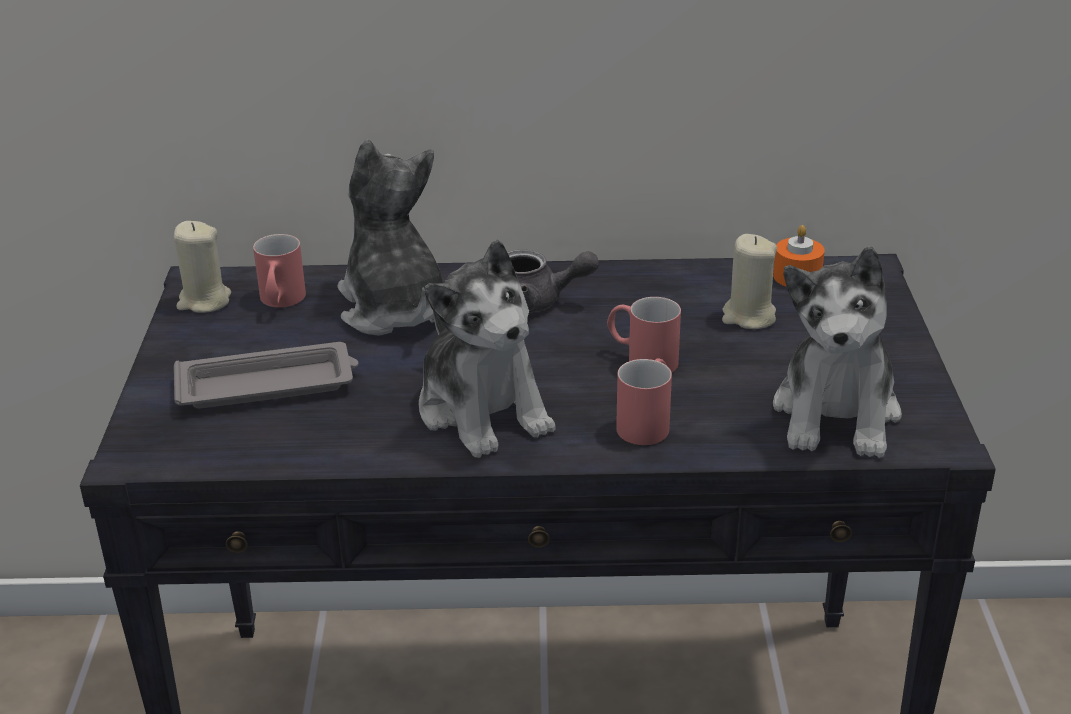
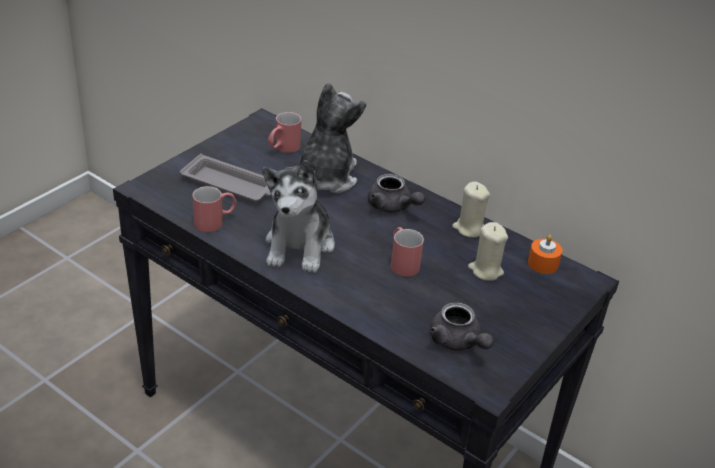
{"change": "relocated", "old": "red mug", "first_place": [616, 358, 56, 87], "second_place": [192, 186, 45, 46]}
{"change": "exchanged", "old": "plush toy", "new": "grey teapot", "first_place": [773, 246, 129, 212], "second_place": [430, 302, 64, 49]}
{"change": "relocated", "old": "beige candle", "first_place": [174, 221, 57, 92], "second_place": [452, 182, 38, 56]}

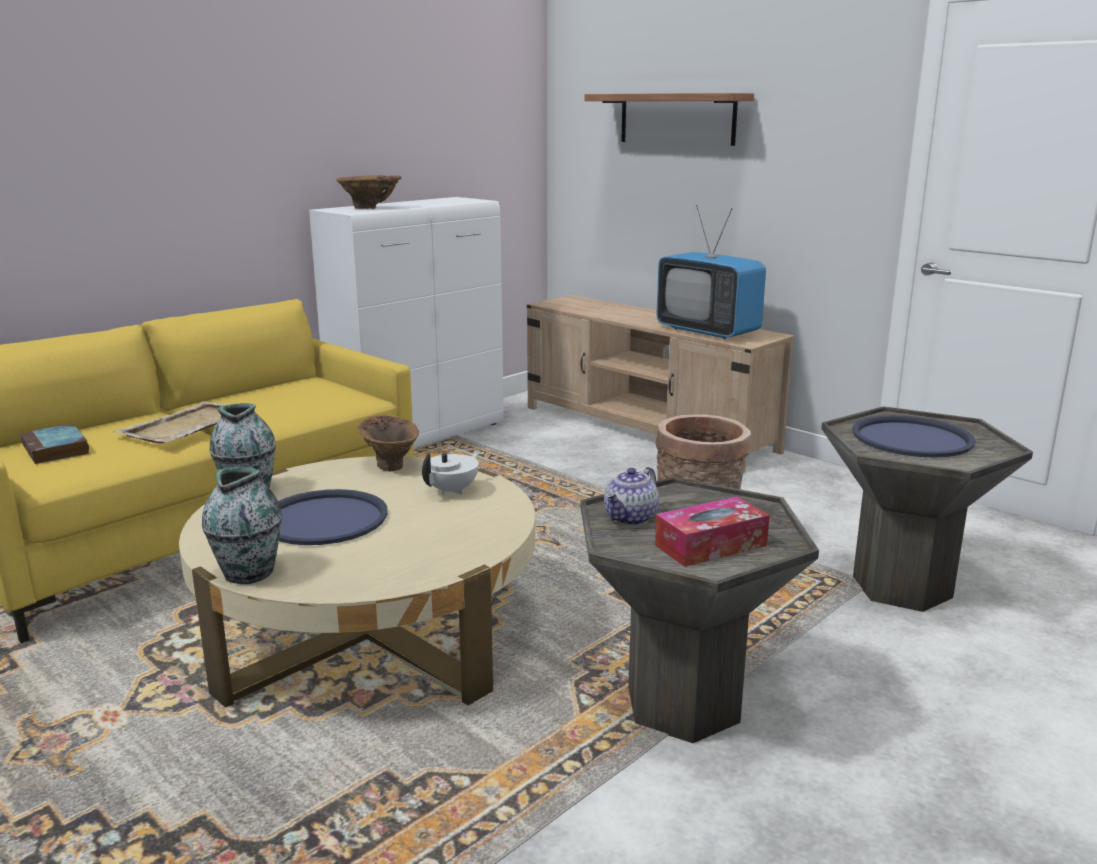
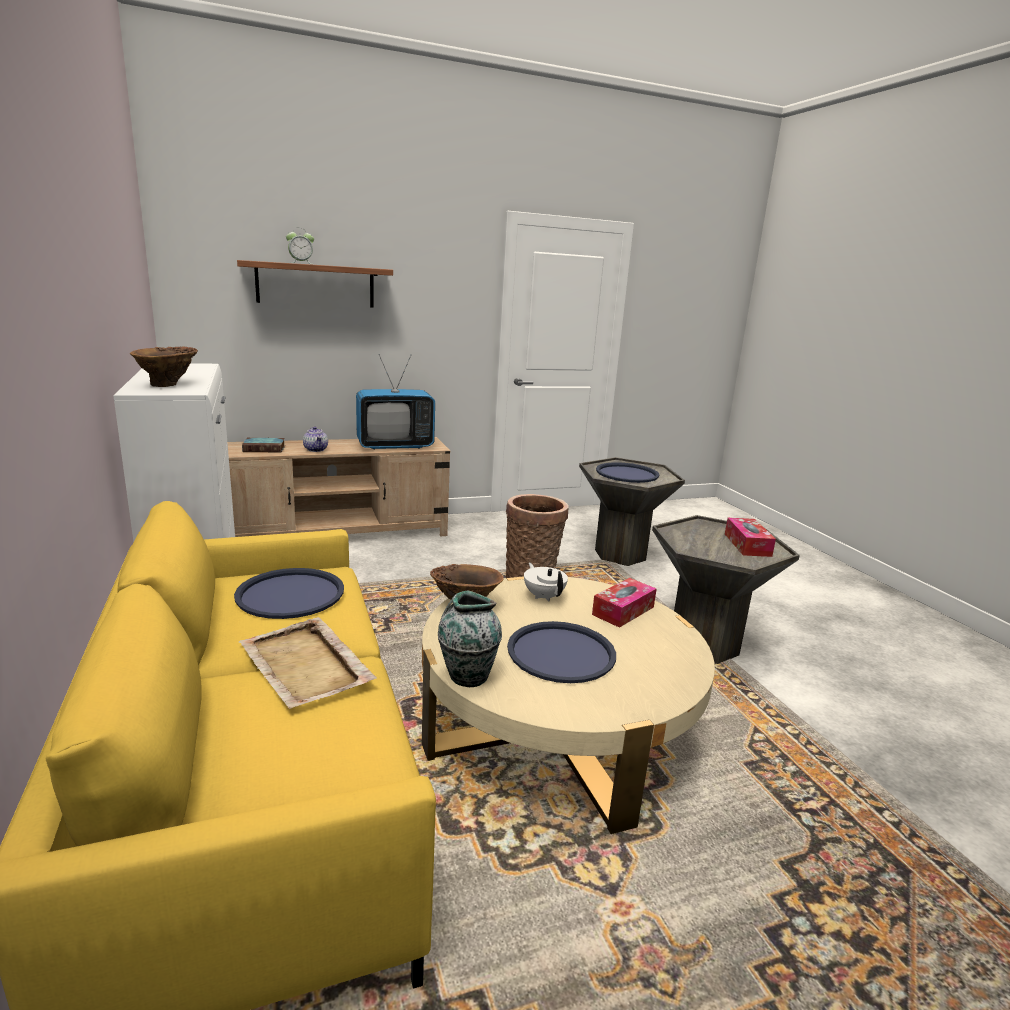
{"change": "appeared", "new": "blue tray", "second_place": [234, 568, 110, 51]}
{"change": "relocated", "old": "book", "first_place": [20, 424, 70, 40], "second_place": [242, 438, 43, 14]}
{"change": "appeared", "new": "alarm clock", "second_place": [286, 228, 28, 36]}
{"change": "relocated", "old": "teapot", "first_place": [604, 467, 55, 59], "second_place": [303, 427, 25, 25]}
{"change": "appeared", "new": "tissue box", "second_place": [592, 578, 64, 50]}
{"change": "missing", "old": "vase", "first_place": [202, 467, 80, 117]}

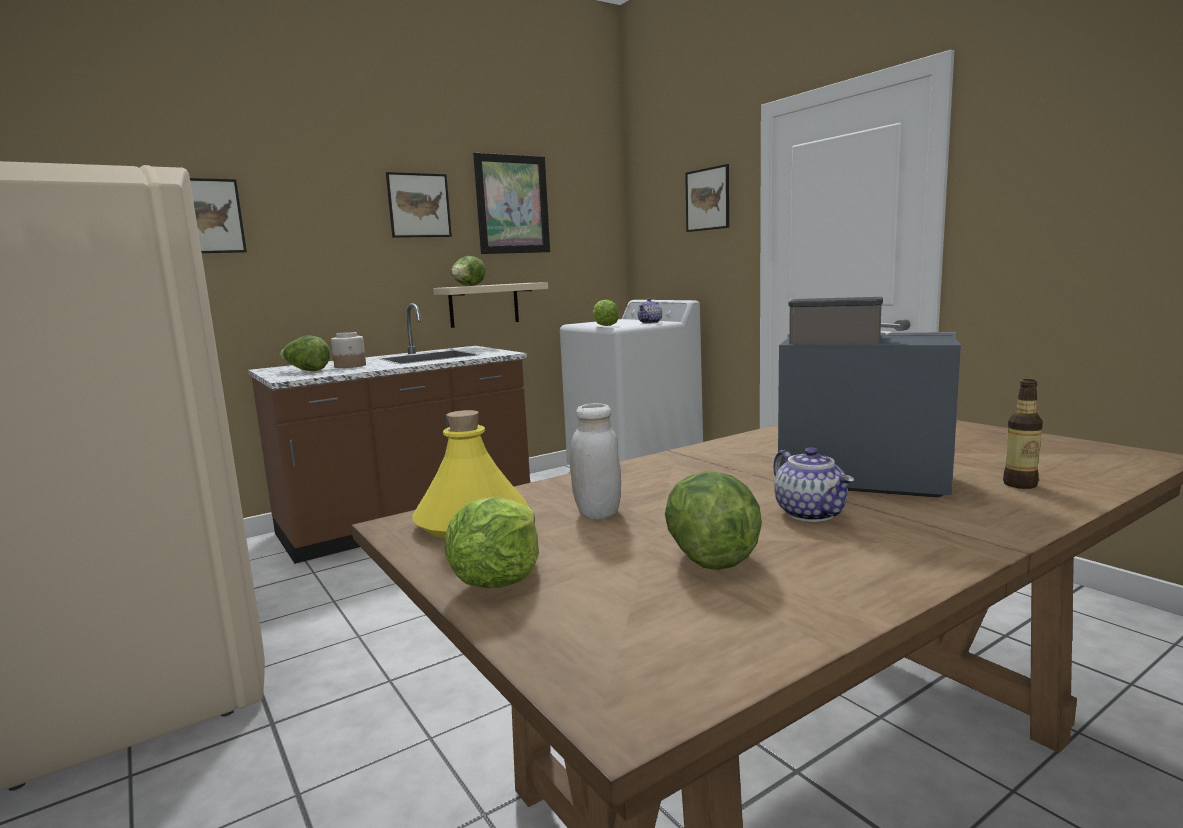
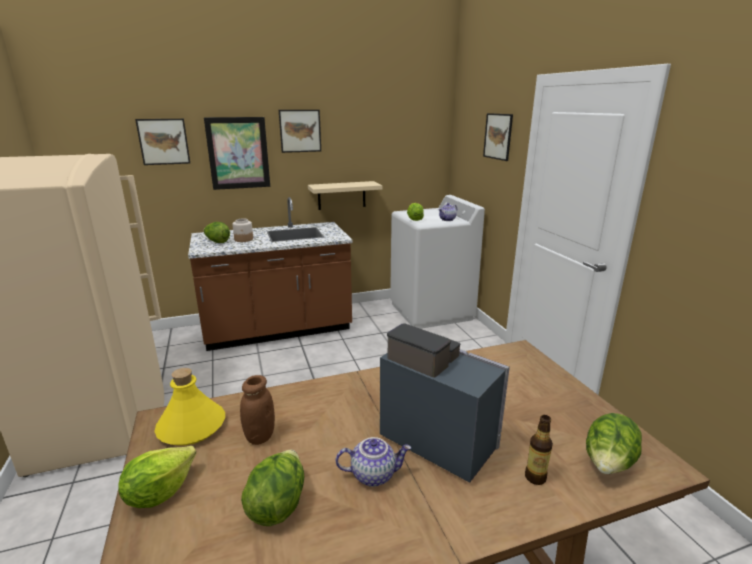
{"change": "relocated", "old": "picture", "first_place": [473, 153, 77, 101], "second_place": [204, 117, 66, 73]}
{"change": "colour", "old": "white jar", "new": "brown jar", "first_place": [570, 403, 51, 116], "second_place": [240, 375, 35, 70]}
{"change": "spun", "old": "teapot", "first_place": [773, 447, 81, 75], "second_place": [336, 437, 75, 50], "degrees": -90}
{"change": "relocated", "old": "lettuce", "first_place": [451, 256, 35, 30], "second_place": [586, 413, 56, 61]}

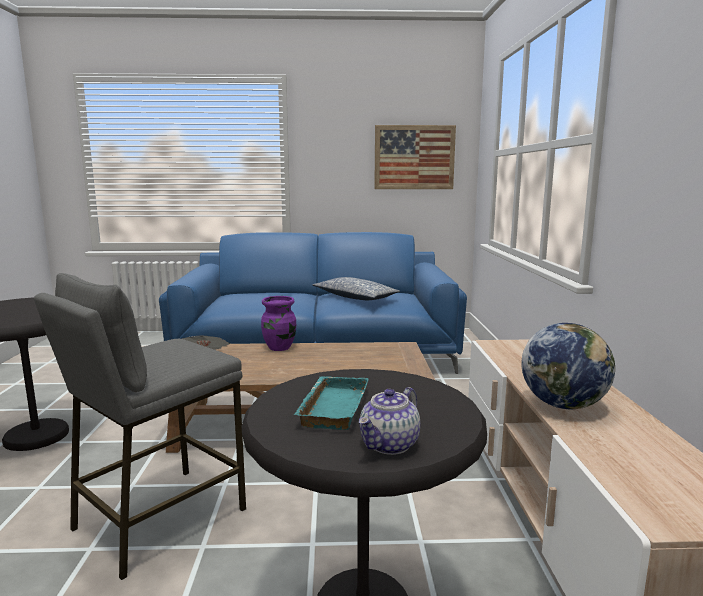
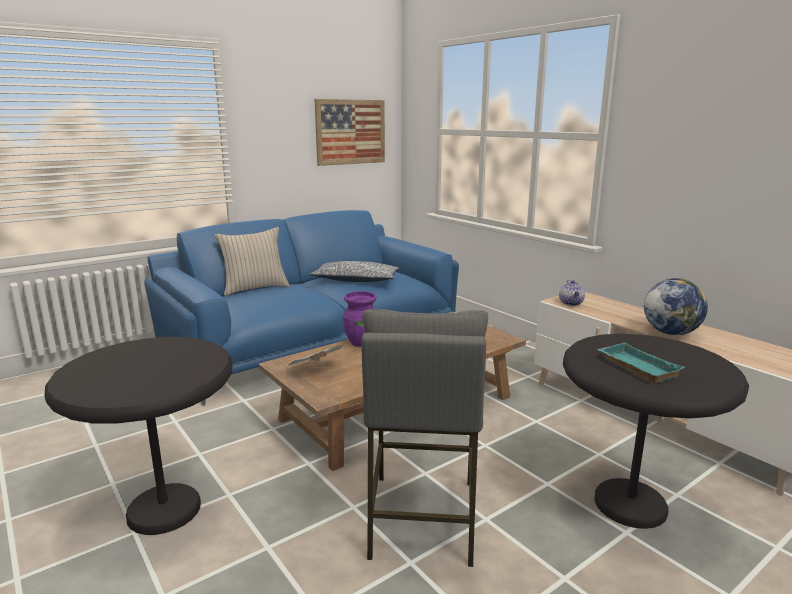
{"change": "appeared", "new": "beige pillow", "second_place": [214, 227, 75, 69]}
{"change": "relocated", "old": "teapot", "first_place": [359, 387, 61, 68], "second_place": [559, 280, 26, 26]}

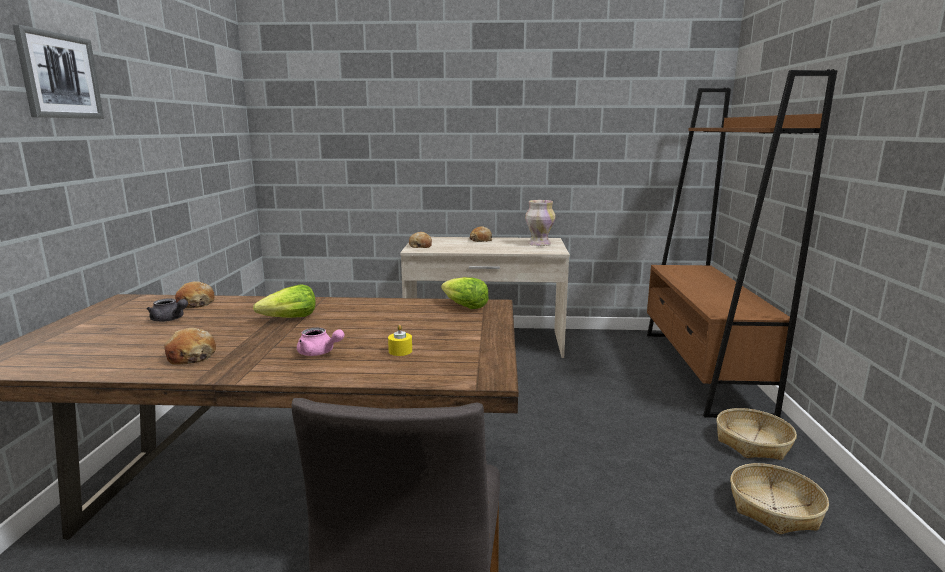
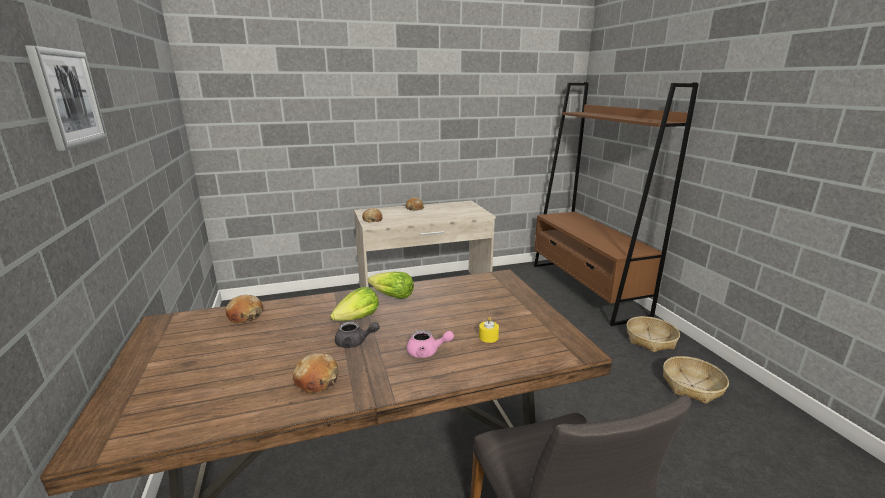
{"change": "relocated", "old": "grey teapot", "first_place": [147, 298, 41, 24], "second_place": [335, 321, 45, 27]}
{"change": "relocated", "old": "lettuce", "first_place": [441, 277, 48, 32], "second_place": [368, 272, 46, 27]}
{"change": "missing", "old": "vase", "first_place": [525, 200, 30, 46]}

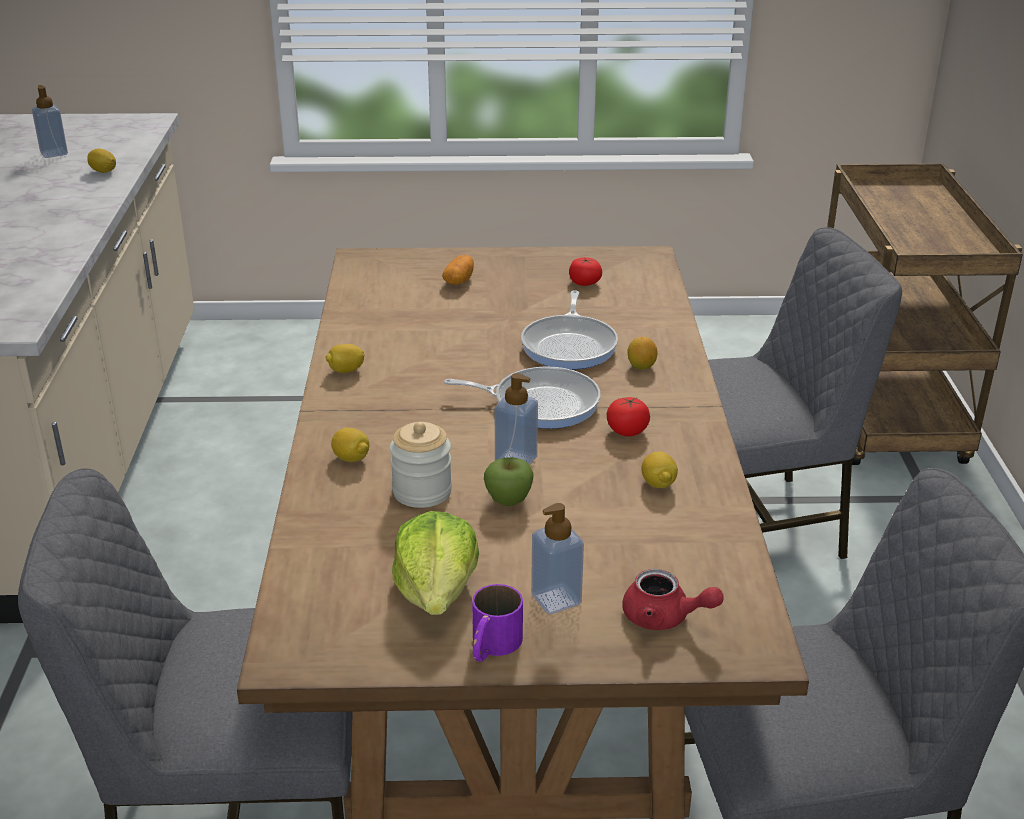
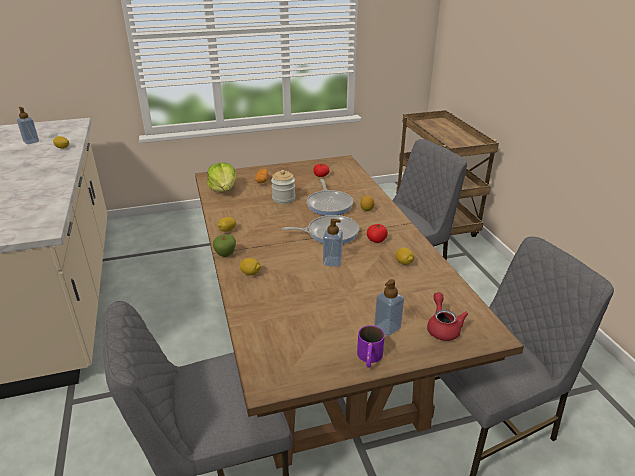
{"change": "relocated", "old": "lettuce", "first_place": [392, 511, 87, 104], "second_place": [207, 163, 29, 29]}
{"change": "relocated", "old": "apple", "first_place": [484, 457, 50, 49], "second_place": [213, 234, 23, 23]}
{"change": "relocated", "old": "jar", "first_place": [390, 422, 62, 86], "second_place": [271, 170, 24, 34]}
{"change": "spun", "old": "red teapot", "first_place": [622, 569, 102, 61], "second_place": [427, 292, 41, 49], "degrees": -105}

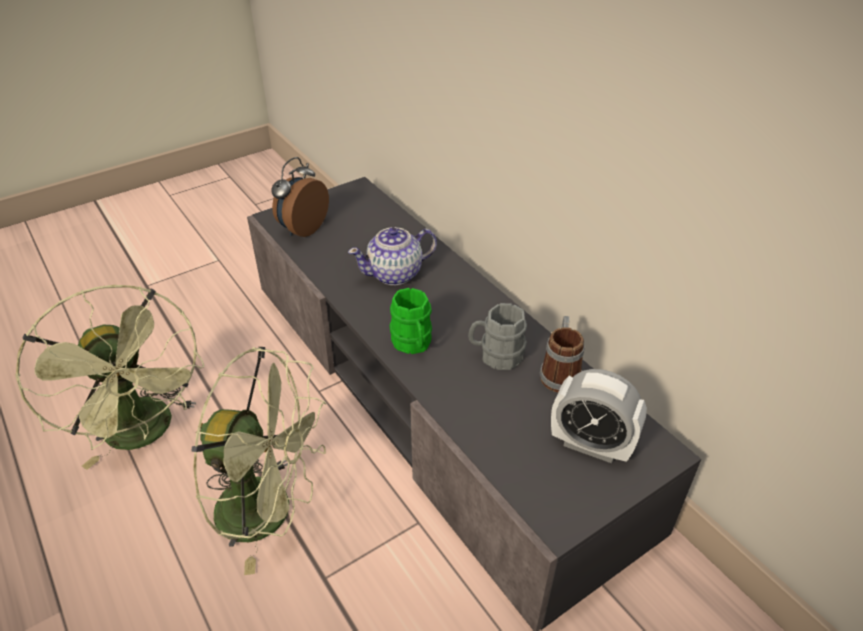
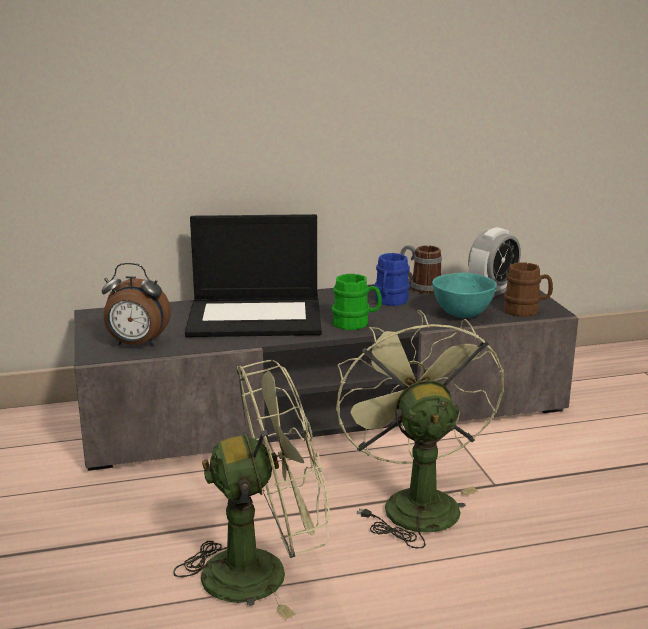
{"change": "spun", "old": "alarm clock", "first_place": [272, 157, 57, 80], "second_place": [102, 263, 69, 83], "degrees": -45}
{"change": "exchanged", "old": "teapot", "new": "laptop", "first_place": [348, 227, 89, 58], "second_place": [185, 214, 137, 123]}
{"change": "spun", "old": "green fan", "first_place": [191, 347, 135, 228], "second_place": [336, 309, 168, 240], "degrees": -45}
{"change": "colour", "old": "grey mug", "new": "blue mug", "first_place": [468, 303, 59, 67], "second_place": [374, 253, 36, 53]}
{"change": "appeared", "new": "turquoise bowl", "second_place": [432, 273, 65, 45]}
{"change": "appeared", "new": "brown mug", "second_place": [504, 263, 49, 54]}

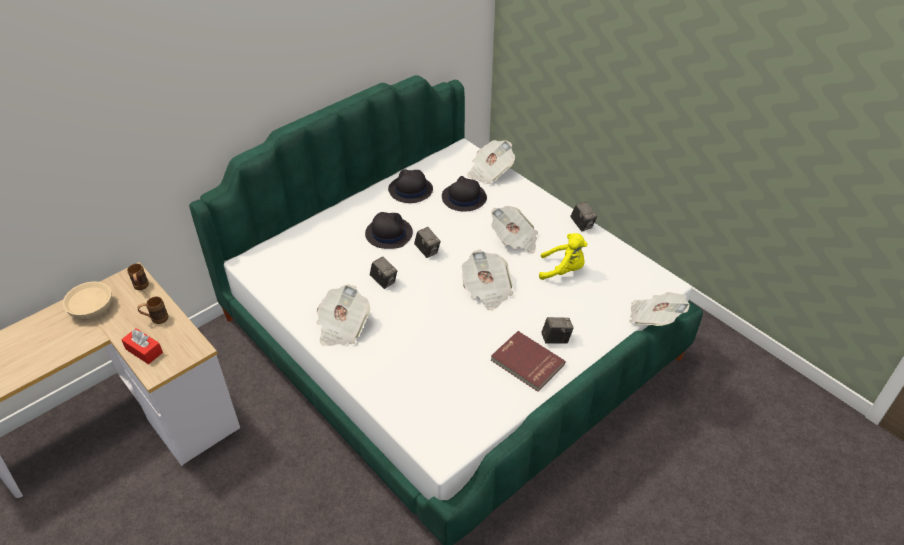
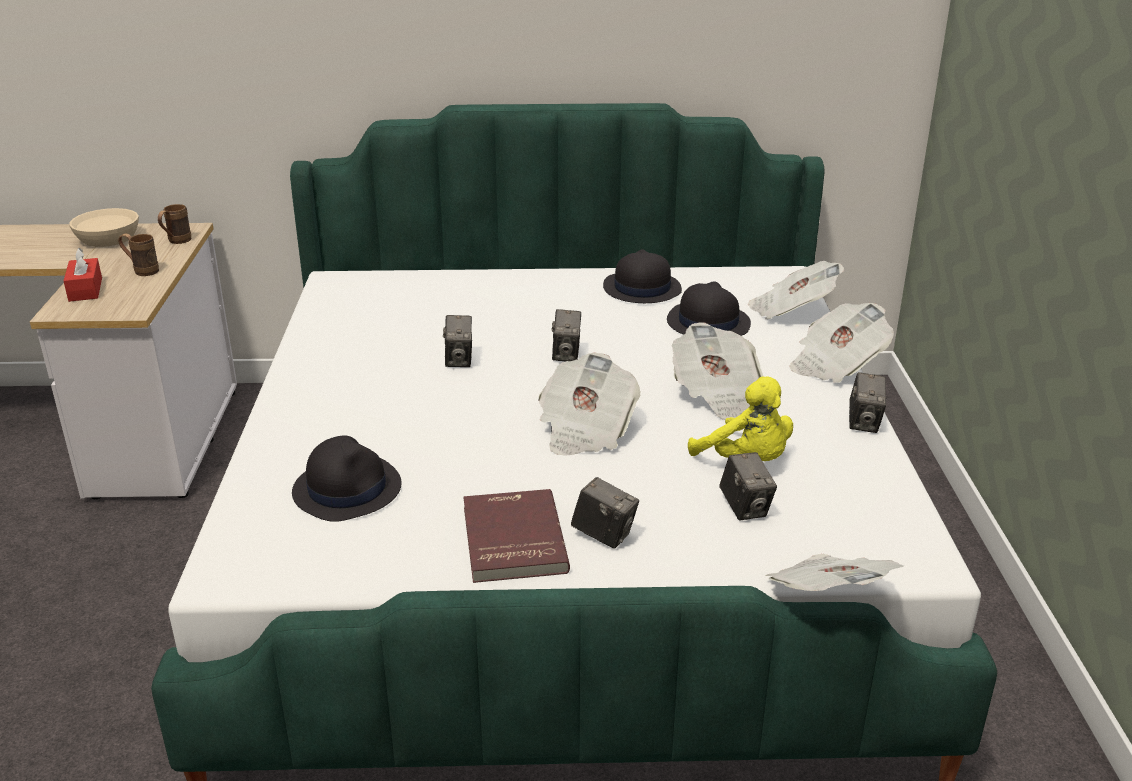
{"change": "relocated", "old": "black hat", "first_place": [365, 212, 48, 37], "second_place": [292, 435, 110, 87]}
{"change": "appeared", "new": "photo camera", "second_place": [719, 452, 58, 68]}
{"change": "relocated", "old": "newspaper", "first_place": [317, 285, 53, 61], "second_place": [789, 303, 105, 80]}

